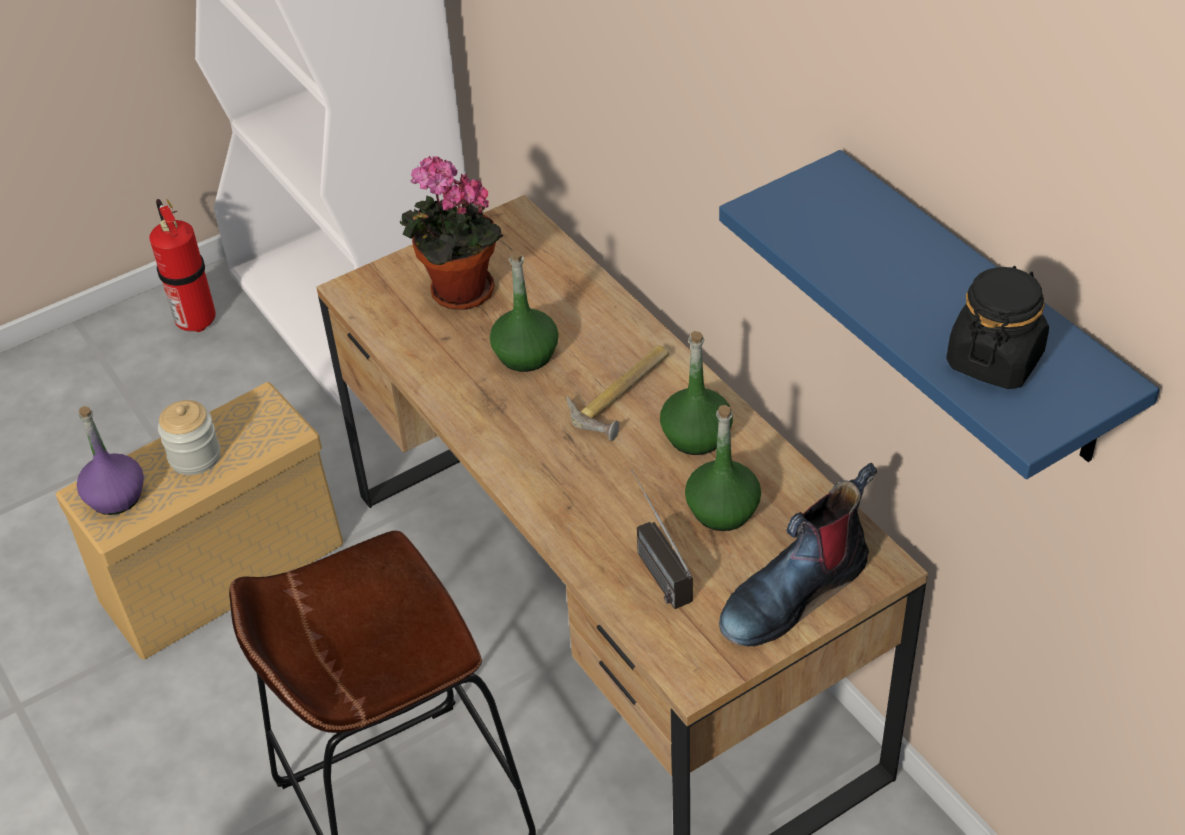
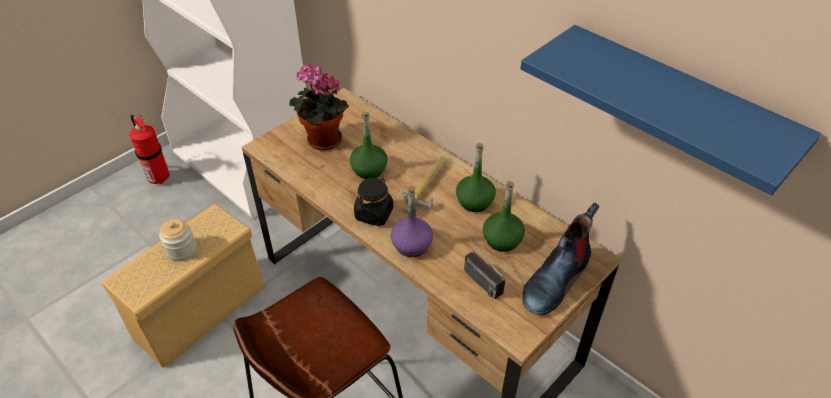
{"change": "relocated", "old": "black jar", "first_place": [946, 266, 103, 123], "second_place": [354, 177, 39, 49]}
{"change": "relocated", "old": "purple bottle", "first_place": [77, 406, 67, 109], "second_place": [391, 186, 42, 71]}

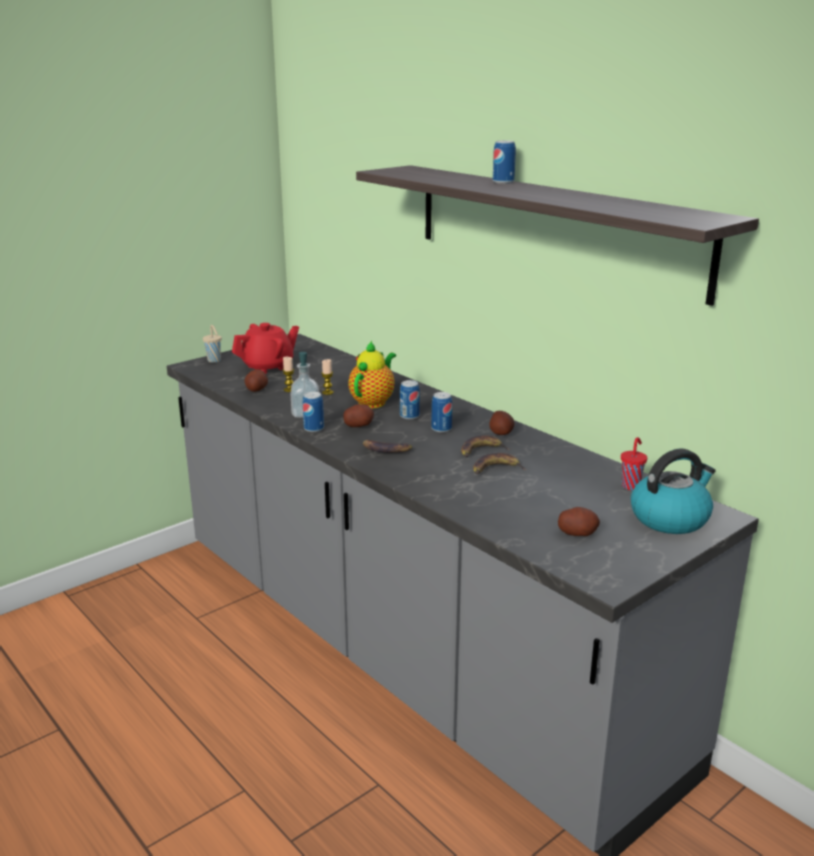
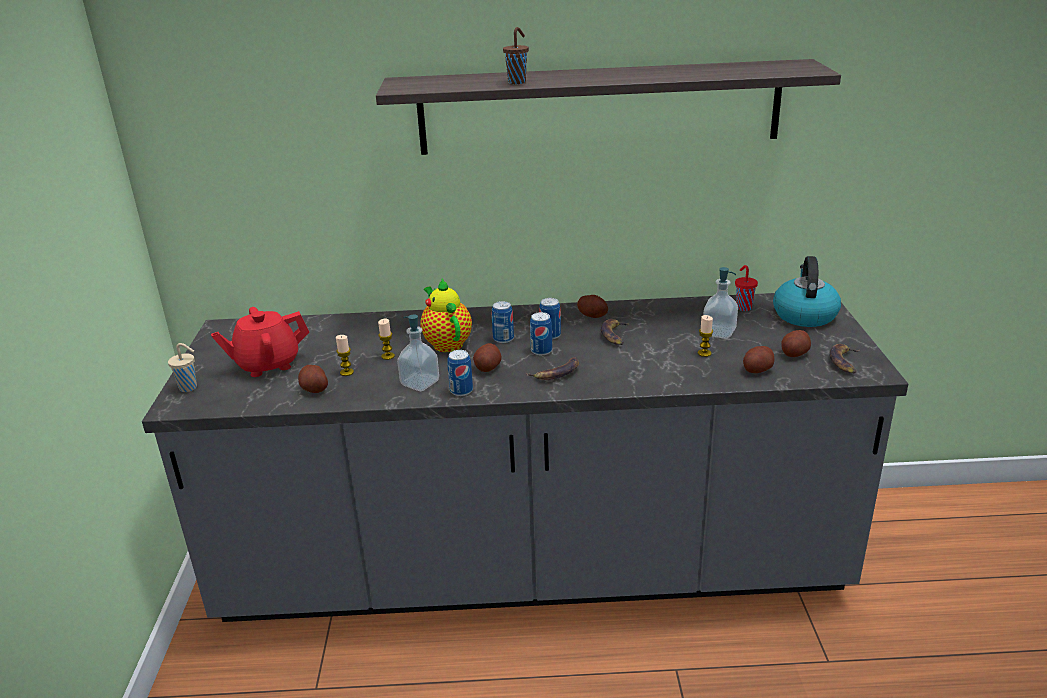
{"change": "spun", "old": "red teapot", "first_place": [232, 323, 67, 51], "second_place": [211, 307, 98, 70], "degrees": -120}
{"change": "appeared", "new": "brown cup", "second_place": [503, 27, 26, 57]}
{"change": "relocated", "old": "can", "first_place": [493, 140, 23, 44], "second_place": [530, 312, 22, 43]}
{"change": "appeared", "new": "candle", "second_place": [698, 315, 15, 42]}
{"change": "appeared", "new": "soap dispenser", "second_place": [703, 267, 35, 72]}
{"change": "appeared", "new": "potato", "second_place": [743, 346, 31, 27]}
{"change": "relocated", "old": "banana", "first_place": [473, 453, 54, 21], "second_place": [829, 344, 30, 29]}

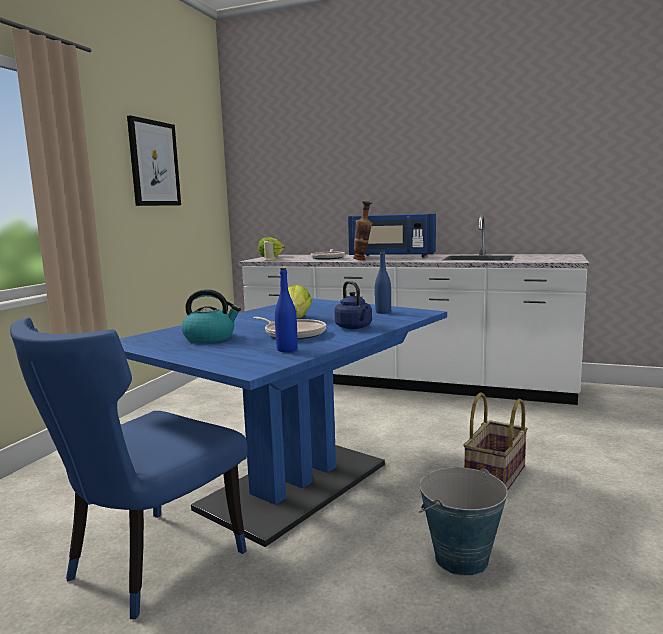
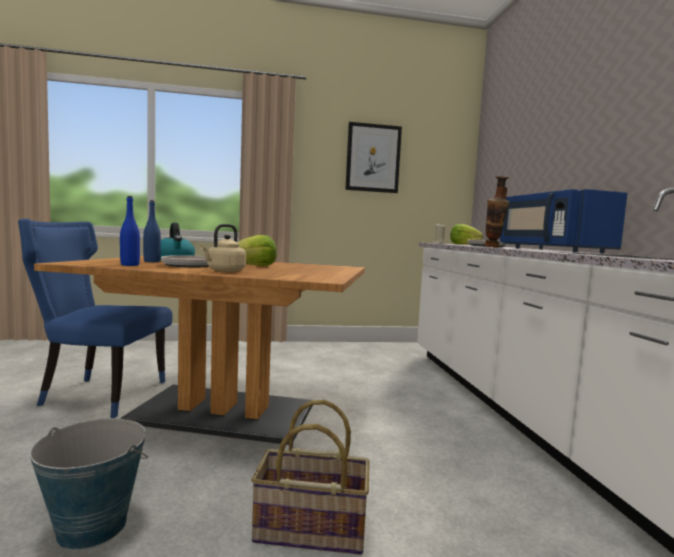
{"change": "colour", "old": "blue dining table", "new": "brown dining table", "first_place": [120, 298, 327, 249], "second_place": [34, 256, 331, 189]}
{"change": "relocated", "old": "blue bottle", "first_place": [375, 250, 16, 64], "second_place": [143, 200, 18, 62]}
{"change": "colour", "old": "blue kettle", "new": "beige kettle", "first_place": [334, 281, 38, 48], "second_place": [200, 224, 46, 48]}

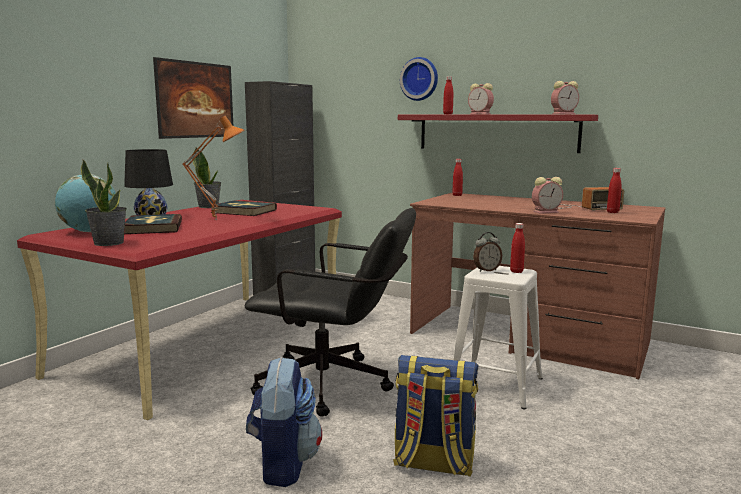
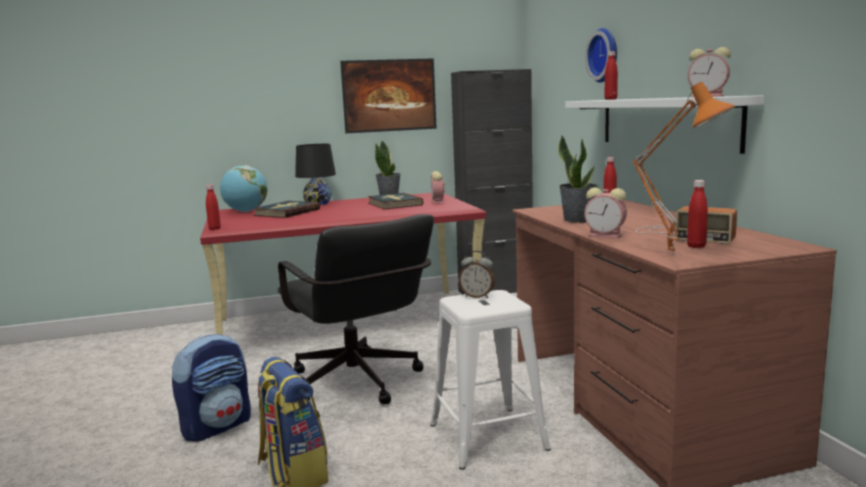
{"change": "relocated", "old": "red bottle", "first_place": [510, 223, 15, 50], "second_place": [206, 185, 15, 45]}
{"change": "relocated", "old": "alarm clock", "first_place": [468, 83, 26, 31], "second_place": [431, 171, 15, 33]}
{"change": "relocated", "old": "potted plant", "first_place": [81, 159, 46, 87], "second_place": [558, 135, 40, 88]}
{"change": "colour", "old": "red shelf", "new": "white shelf", "first_place": [398, 114, 200, 39], "second_place": [565, 95, 199, 59]}
{"change": "relocated", "old": "orange table lamp", "first_place": [182, 116, 63, 104], "second_place": [632, 82, 103, 174]}

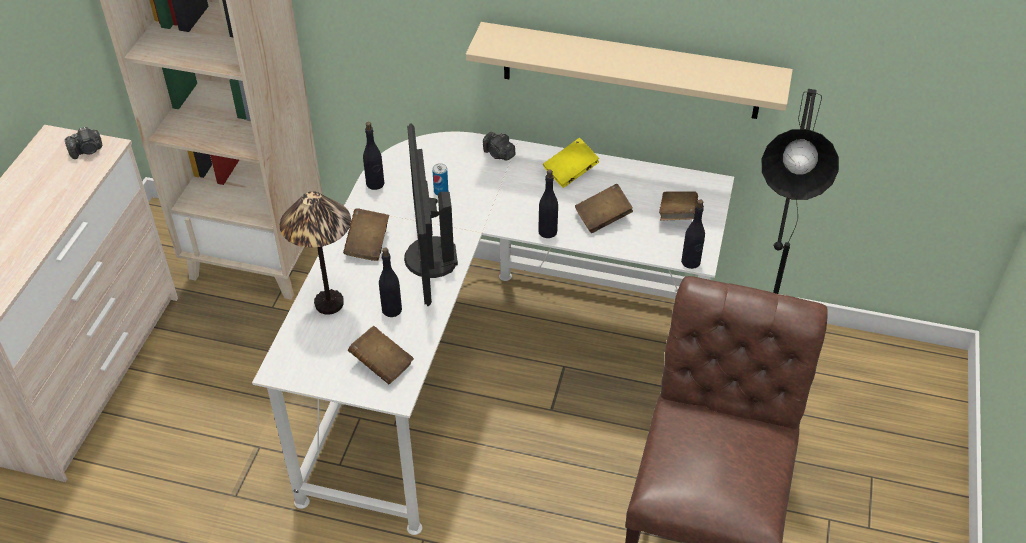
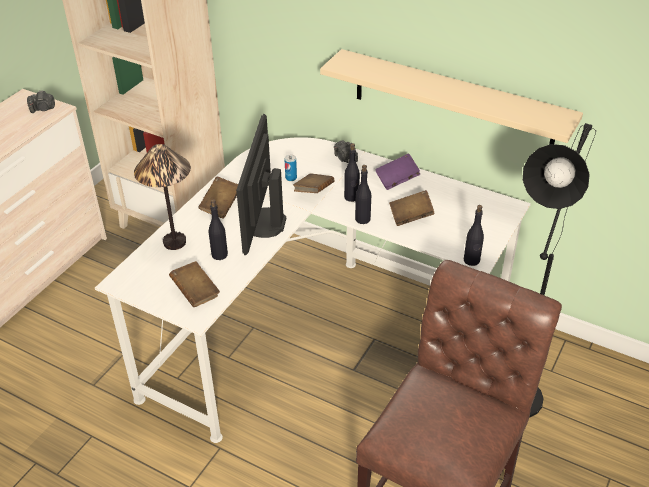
{"change": "relocated", "old": "brown book", "first_place": [659, 191, 39, 30], "second_place": [293, 174, 41, 19]}
{"change": "relocated", "old": "black bottle", "first_place": [363, 122, 21, 68], "second_place": [344, 143, 16, 59]}
{"change": "colour", "old": "yellow book", "new": "purple book", "first_place": [543, 138, 56, 50], "second_place": [375, 153, 45, 37]}

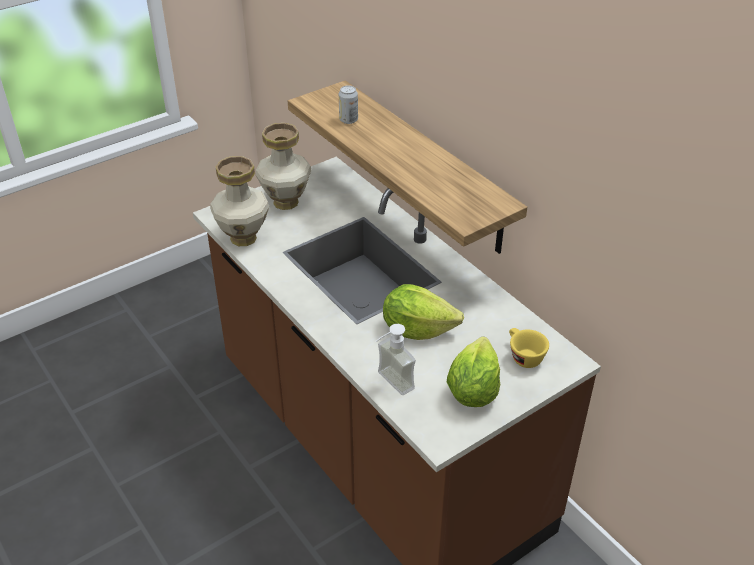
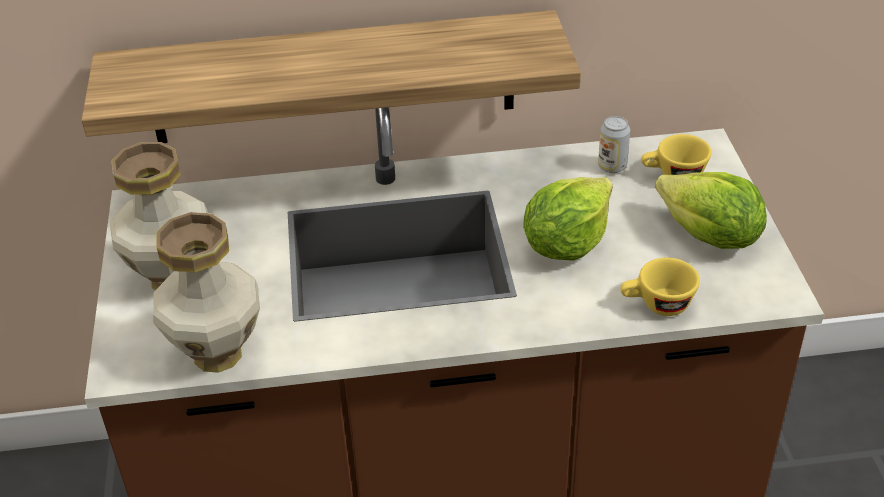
{"change": "relocated", "old": "can", "first_place": [339, 85, 19, 39], "second_place": [598, 116, 32, 57]}
{"change": "exchanged", "old": "soap dispenser", "new": "yellow cup", "first_place": [375, 324, 41, 71], "second_place": [621, 258, 79, 58]}

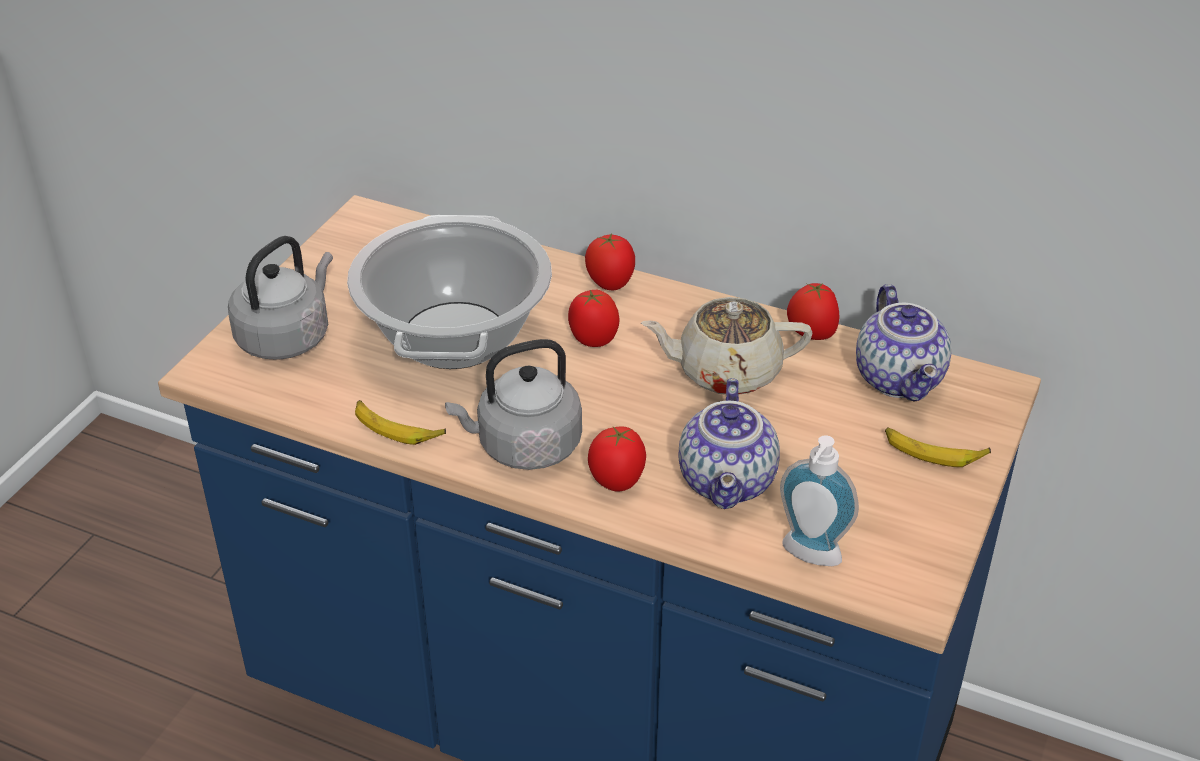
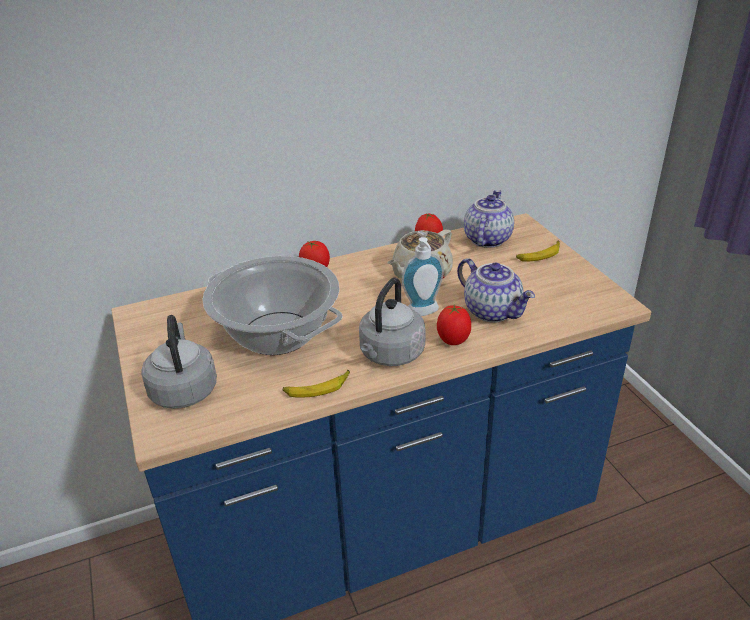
{"change": "relocated", "old": "soap dispenser", "first_place": [780, 435, 79, 131], "second_place": [402, 237, 42, 79]}
{"change": "spun", "old": "teapot", "first_place": [856, 284, 96, 118], "second_place": [464, 190, 50, 58], "degrees": -105}
{"change": "missing", "old": "tomato", "first_place": [568, 290, 52, 57]}

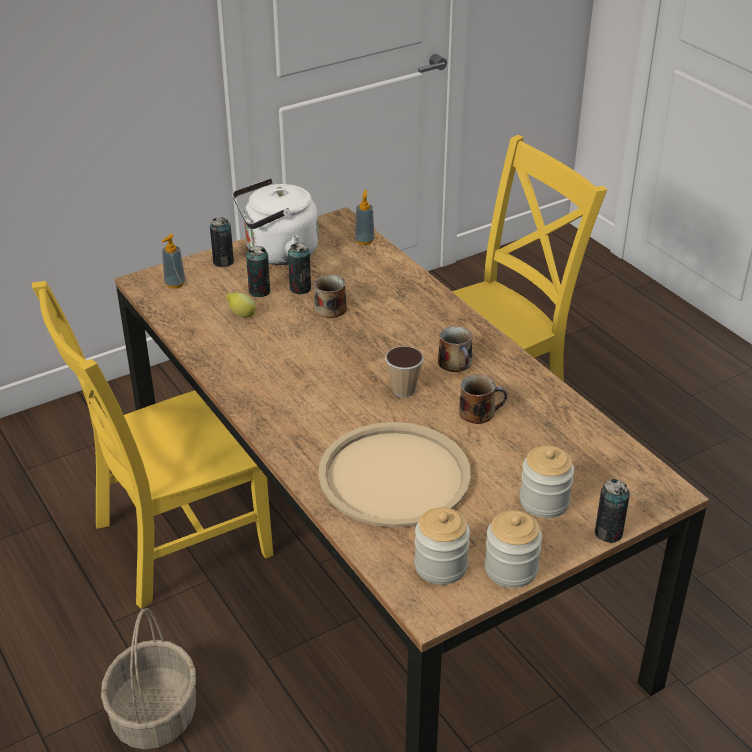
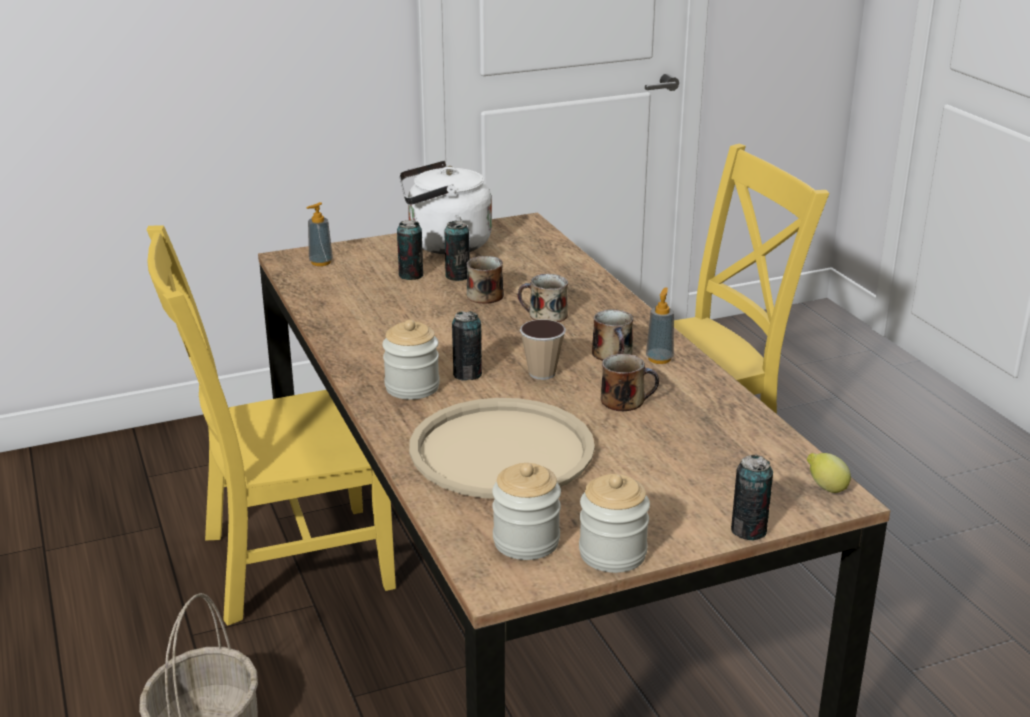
{"change": "relocated", "old": "jar", "first_place": [520, 446, 55, 72], "second_place": [382, 320, 58, 80]}
{"change": "relocated", "old": "can", "first_place": [210, 217, 24, 50], "second_place": [452, 311, 30, 70]}
{"change": "appeared", "new": "mug", "second_place": [517, 274, 51, 48]}
{"change": "relocated", "old": "soap dispenser", "first_place": [355, 190, 20, 55], "second_place": [646, 288, 28, 76]}
{"change": "relocated", "old": "lemon", "first_place": [226, 292, 30, 26], "second_place": [807, 453, 44, 40]}

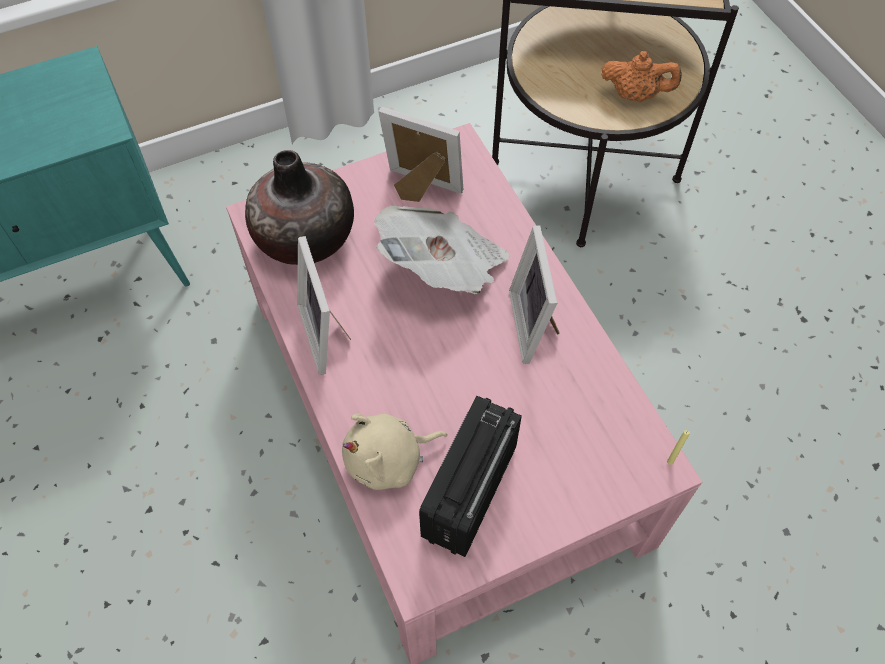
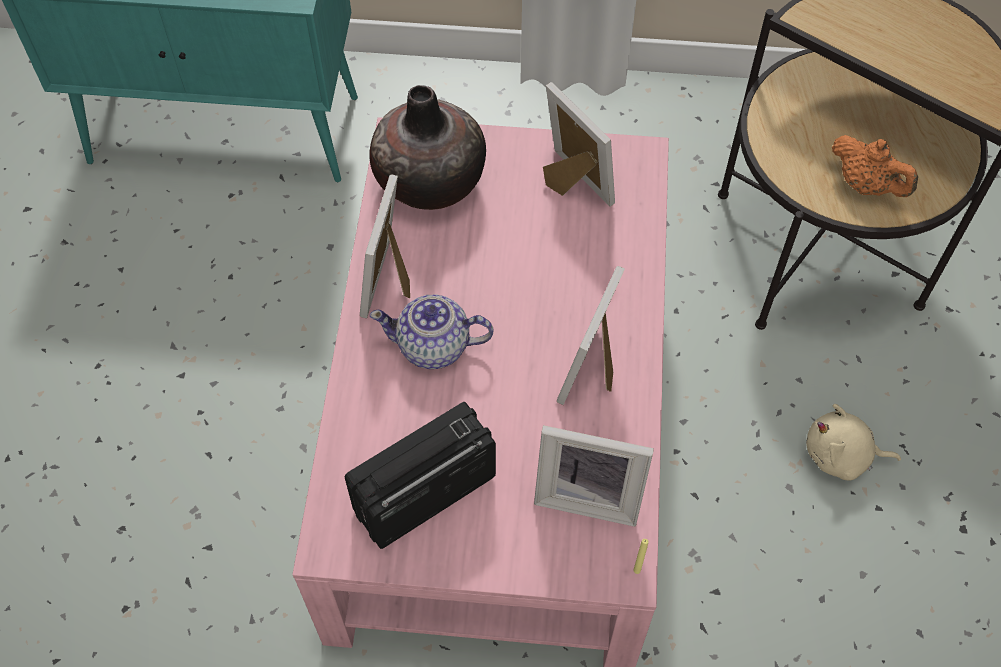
{"change": "appeared", "new": "teapot", "second_place": [370, 294, 123, 75]}
{"change": "appeared", "new": "picture frame", "second_place": [534, 425, 120, 102]}
{"change": "relocated", "old": "beige plush toy", "first_place": [342, 413, 106, 77], "second_place": [806, 404, 95, 76]}
{"change": "missing", "old": "newspaper", "first_place": [374, 206, 136, 88]}

